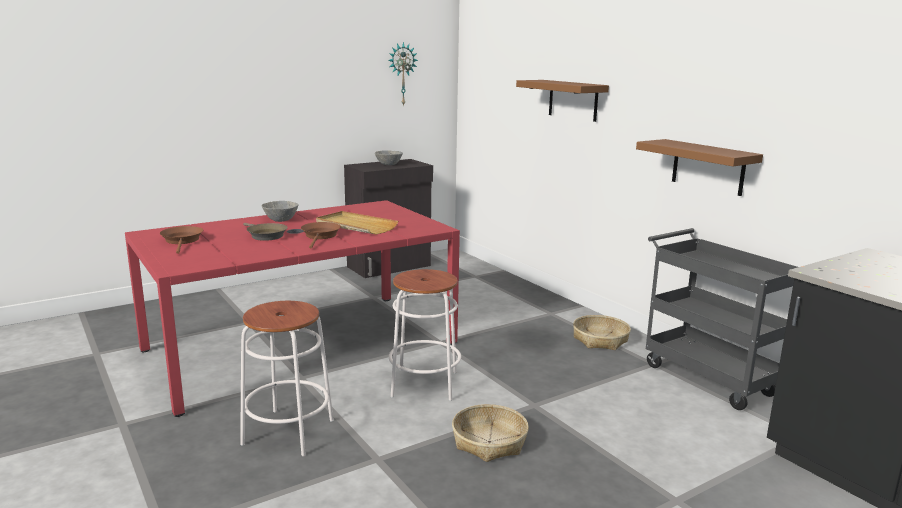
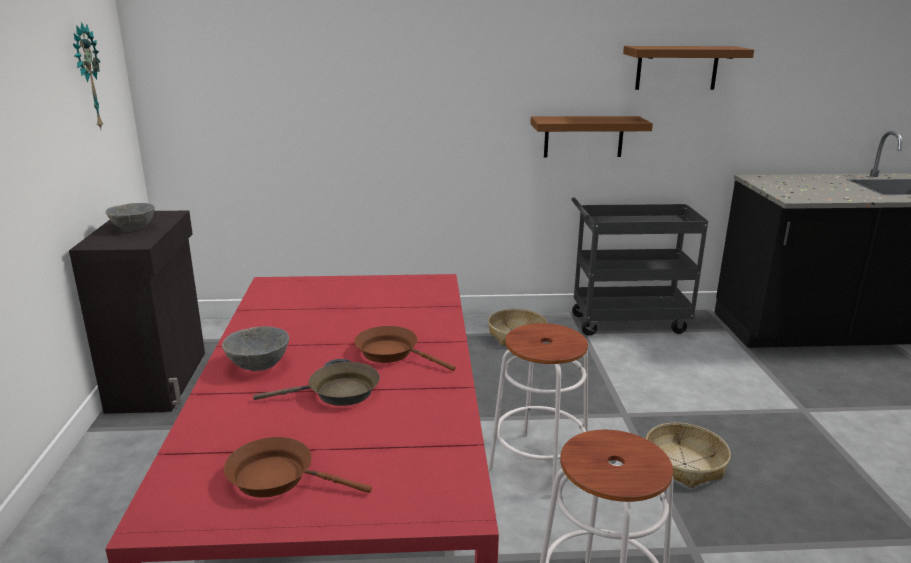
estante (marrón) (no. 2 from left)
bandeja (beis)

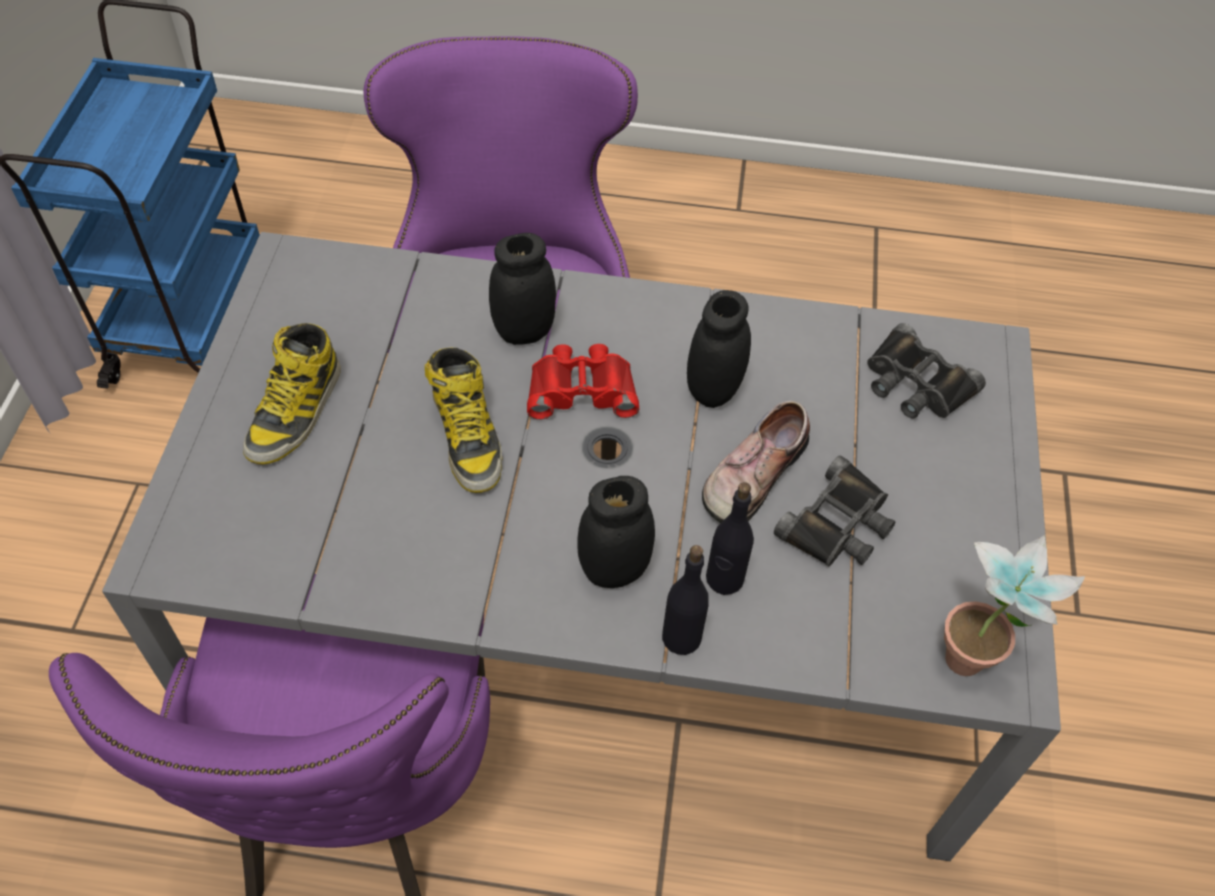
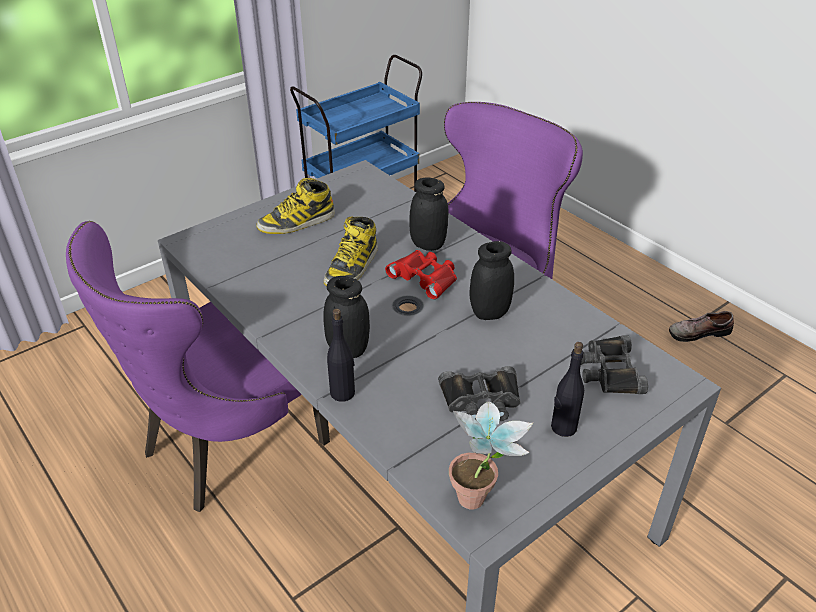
botella (negro) (no. 2 from left)
zapato

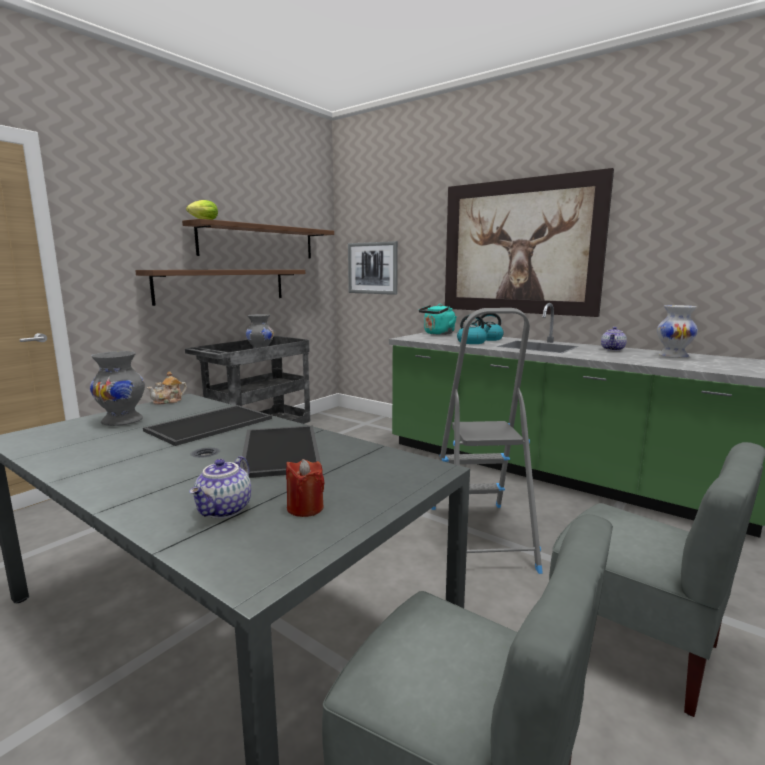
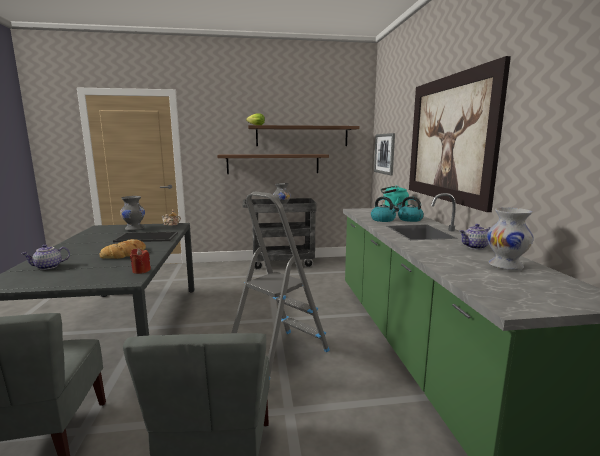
pan
vela (rojo)

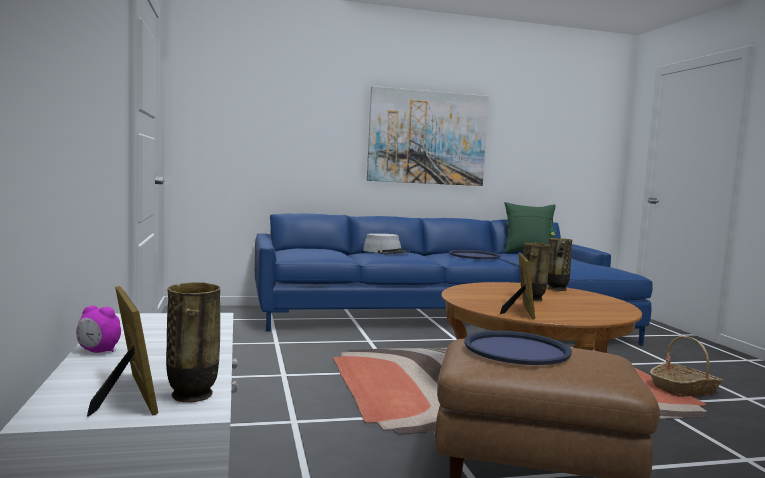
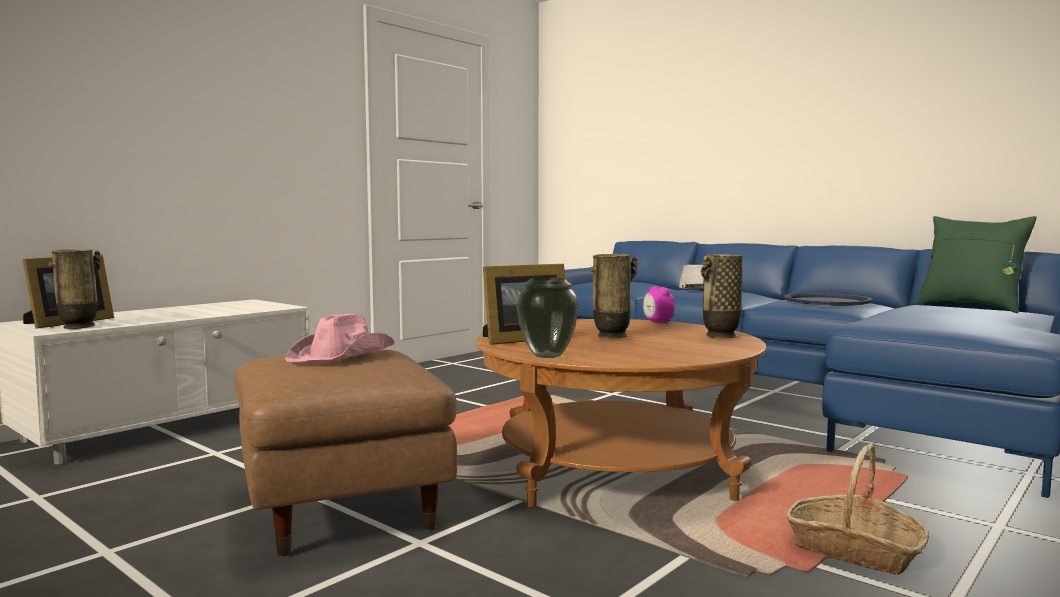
sombrero (rosa)
florero (no. 2 from left)
despertador
cuadro

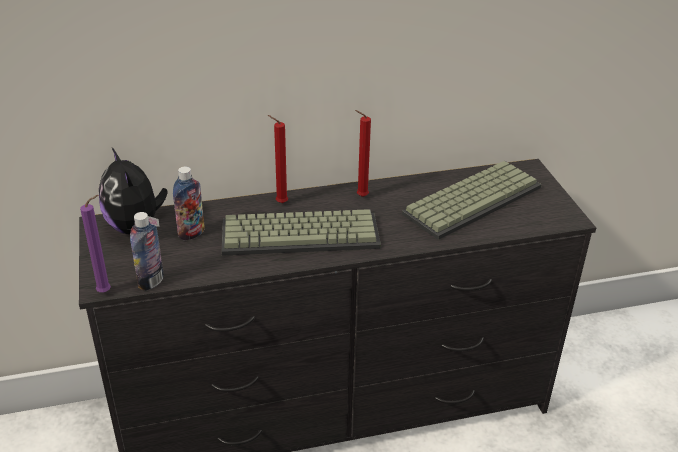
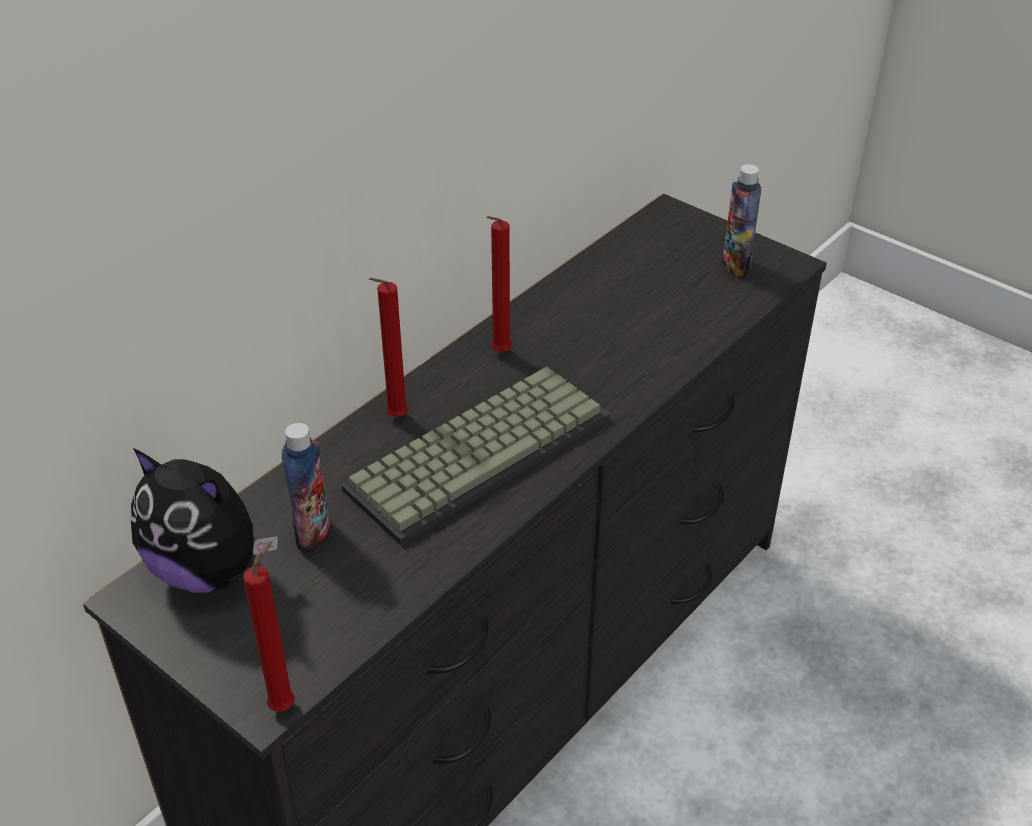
vela (rojo) (no. 1 from left)
botella (no. 2 from left)
teclado (no. 2 from left in the first image)

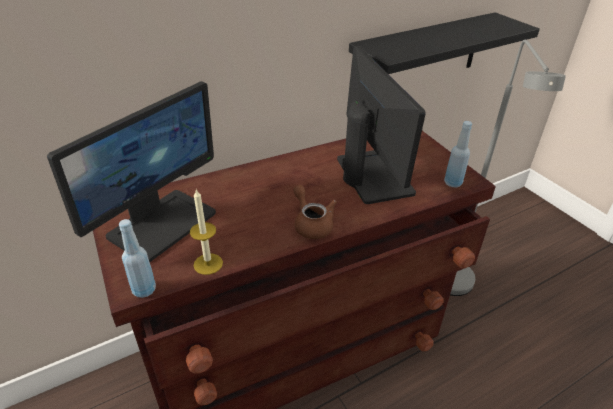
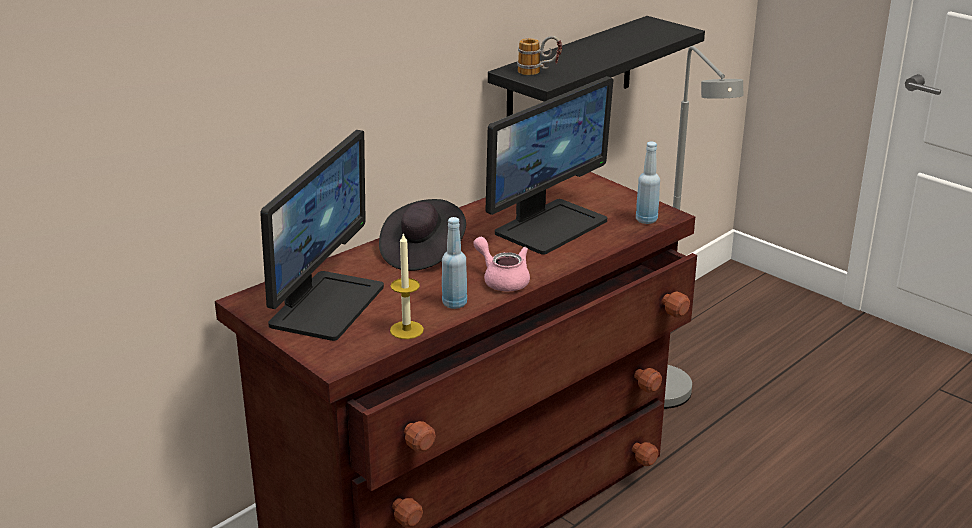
sombrero (negro)
botella (azul) (no. 1 from left)
tetera (rosa)
monitor (no. 2 from left)
taza grande

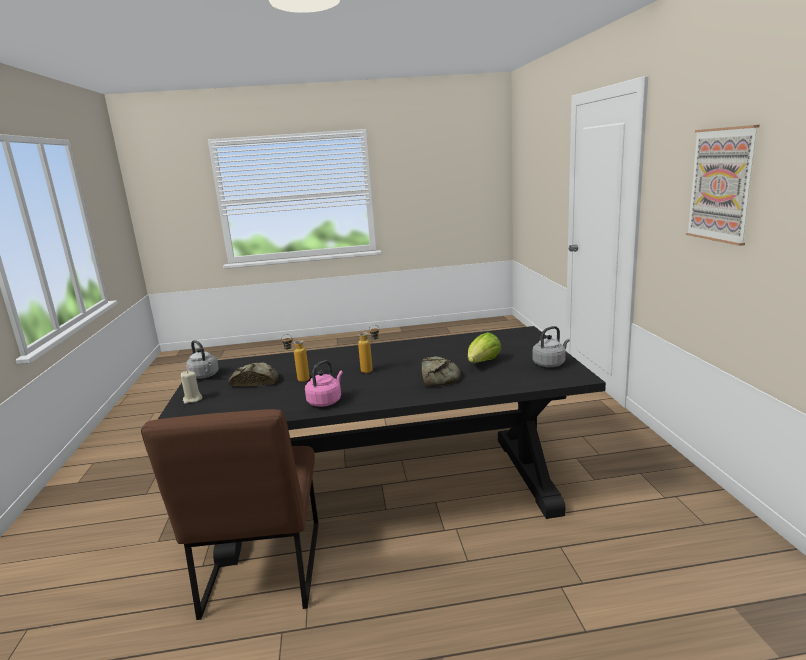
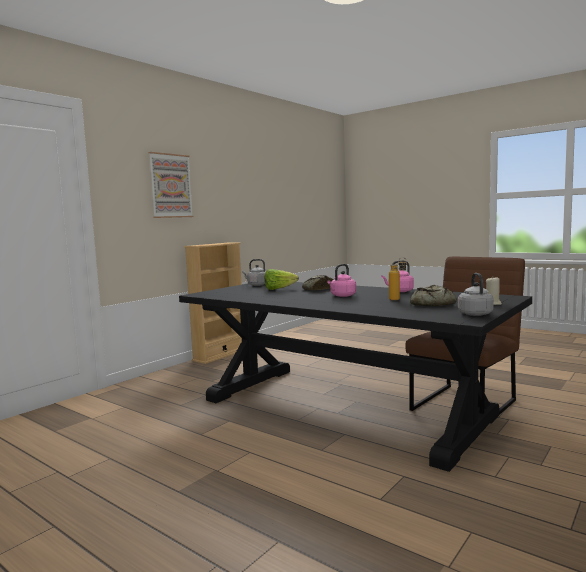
estantería (beis)
hervidor (rosa) (no. 1 from left)

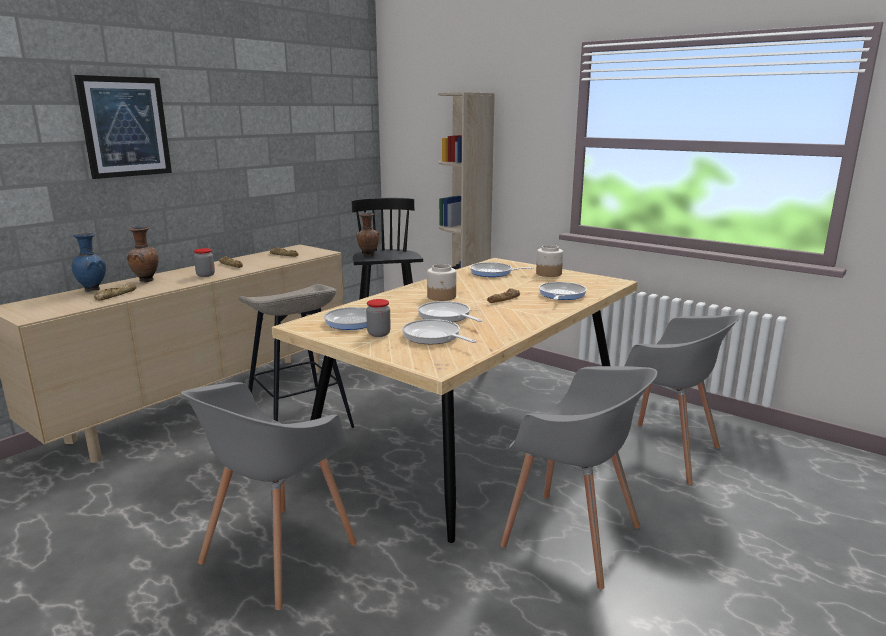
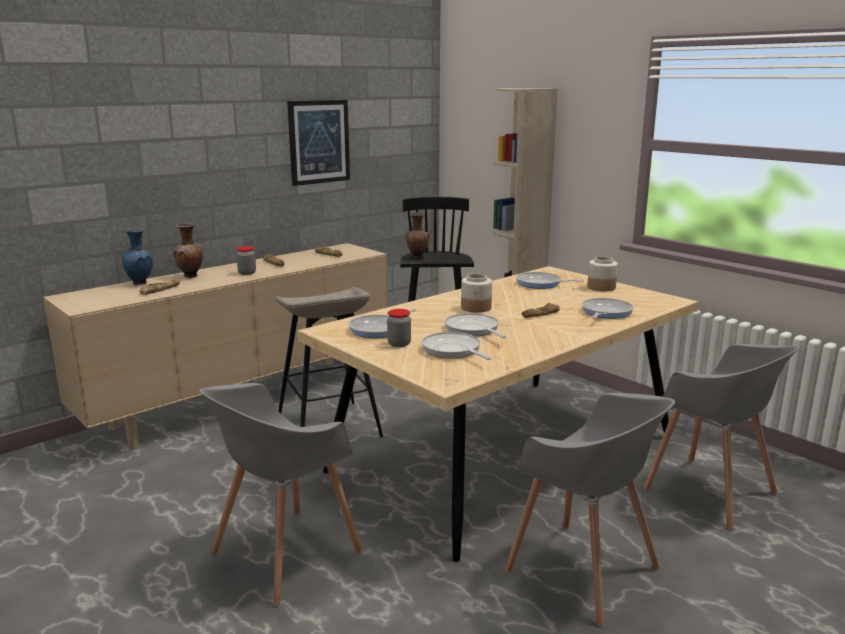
cuadro

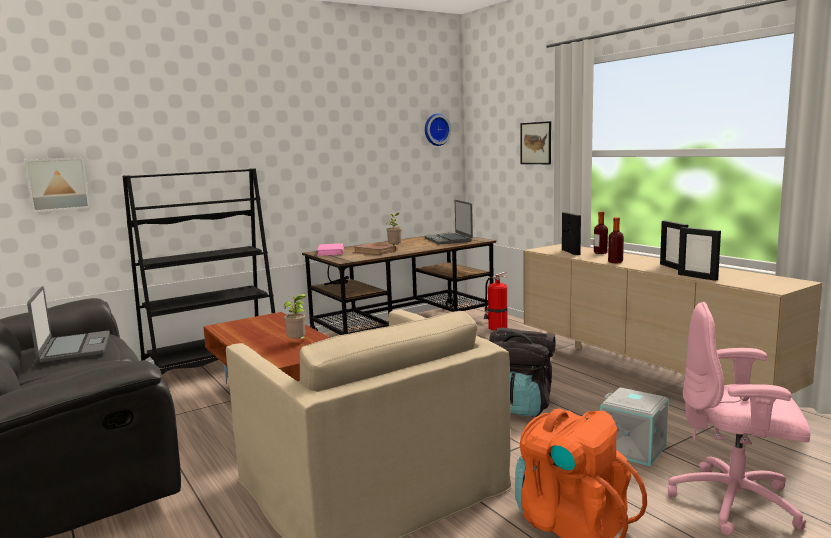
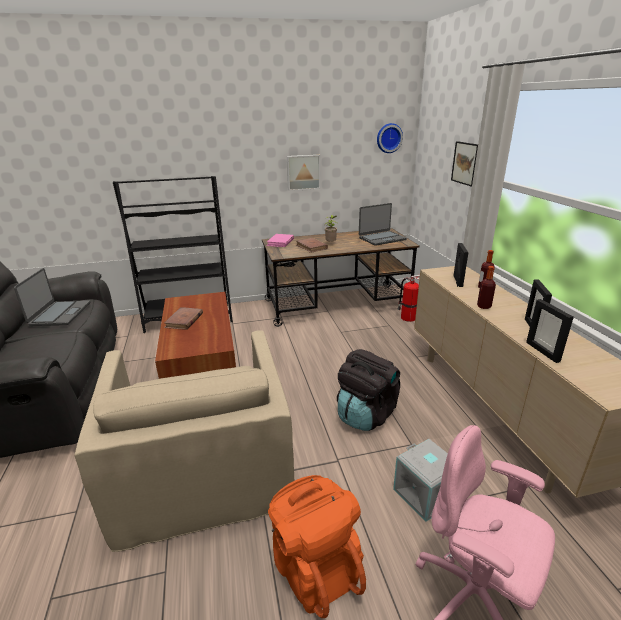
libro (marrón) (no. 1 from left)
cuadro (no. 1 from left)
portátil (no. 2 from left)
planta en maceta (no. 1 from left in the first image)

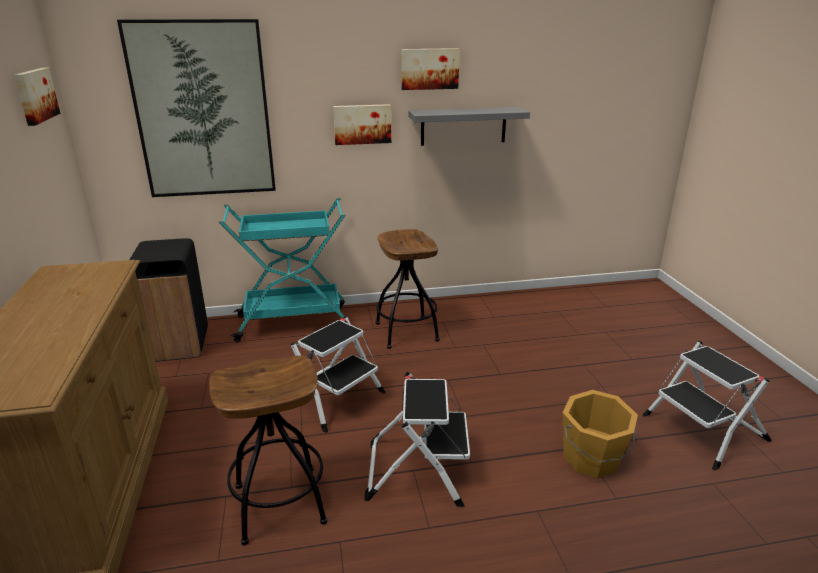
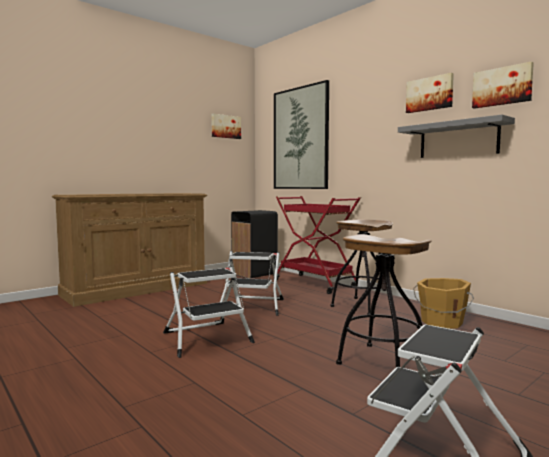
carrito (rojo)
taburete (marrón) (no. 2 from left)
cubo (naranja)
cuadro (no. 4 from left)

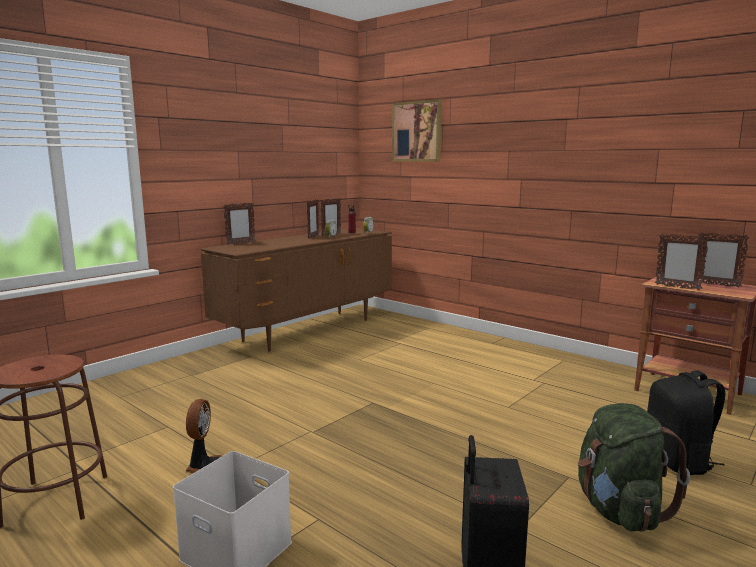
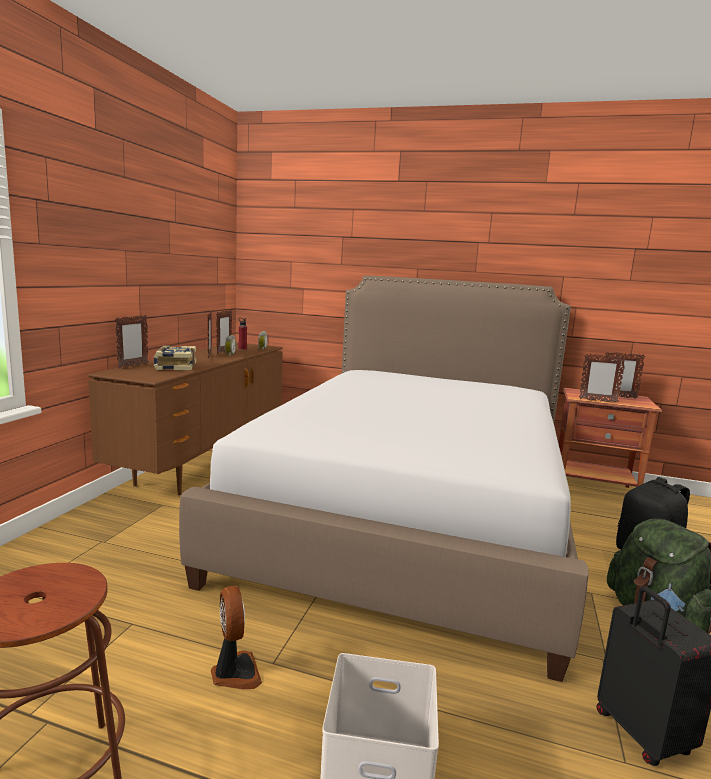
libro
cama
cuadro

